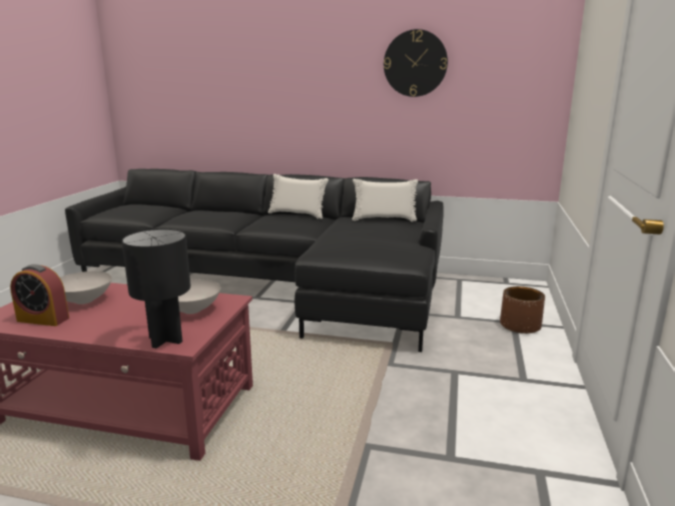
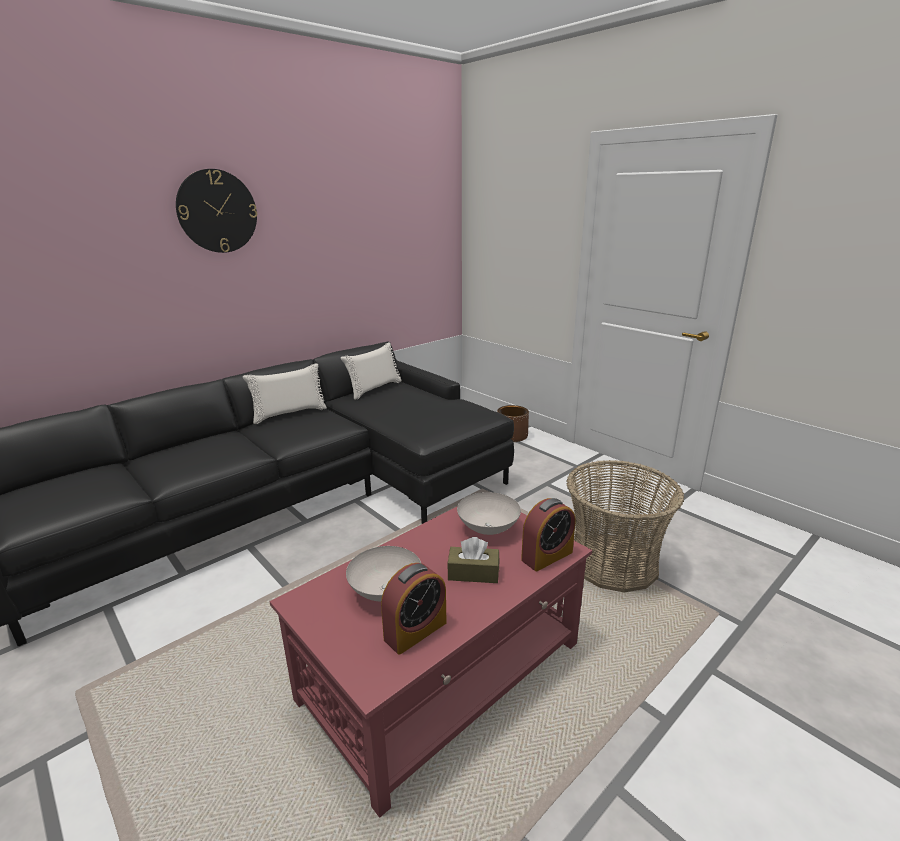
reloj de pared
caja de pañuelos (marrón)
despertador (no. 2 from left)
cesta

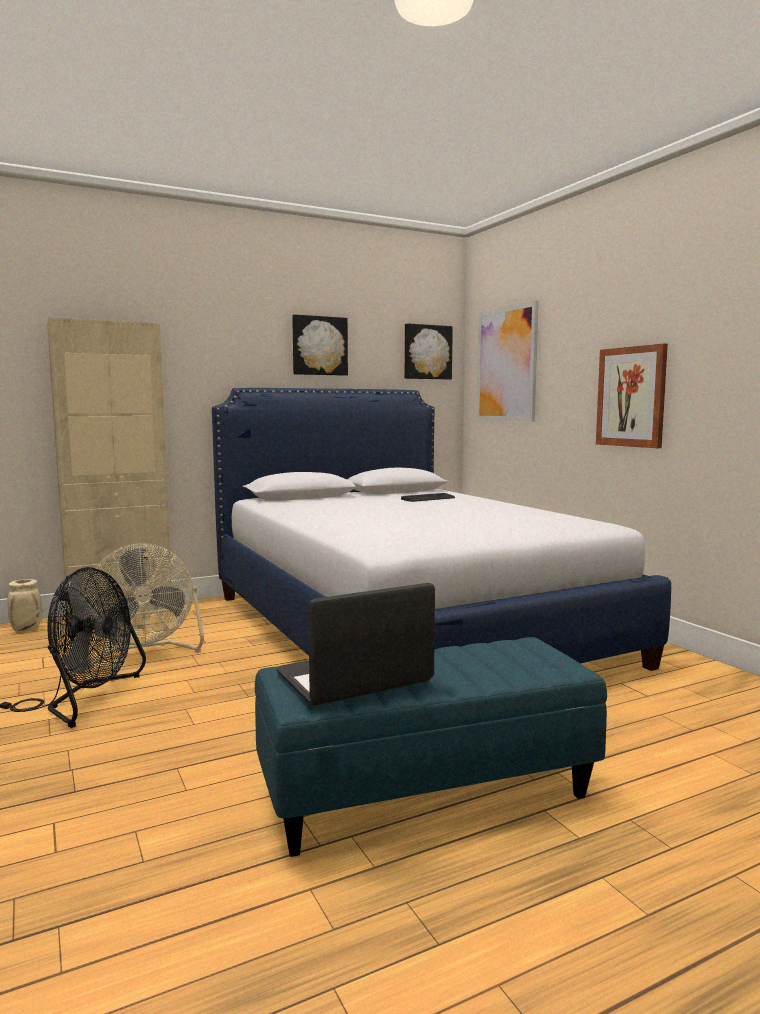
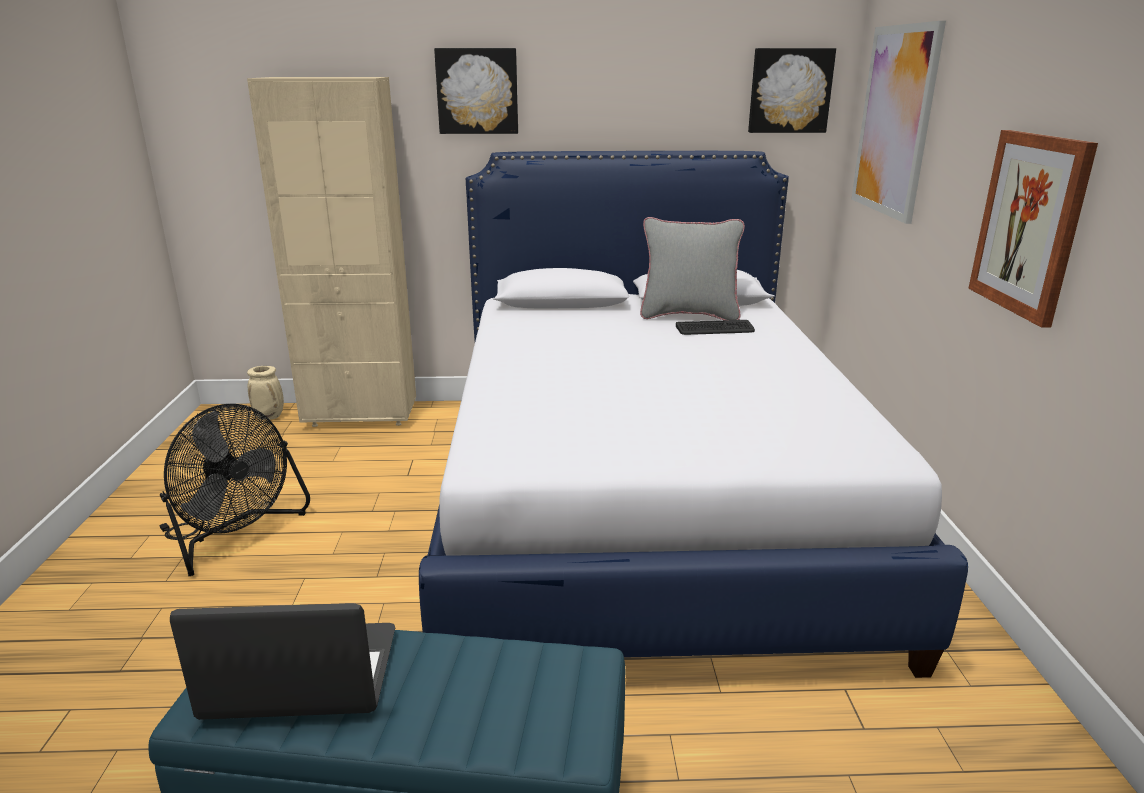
cuadro (no. 1 from left)
cojín (gris)
ventilador (beis)

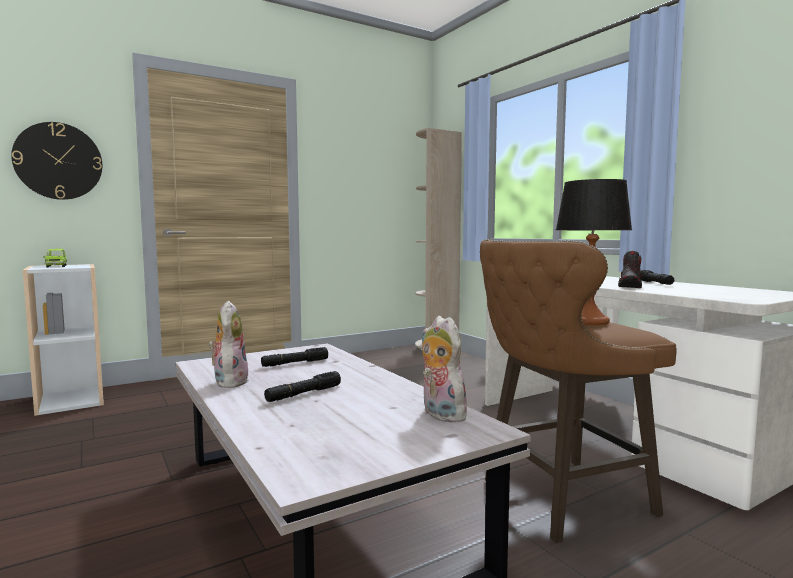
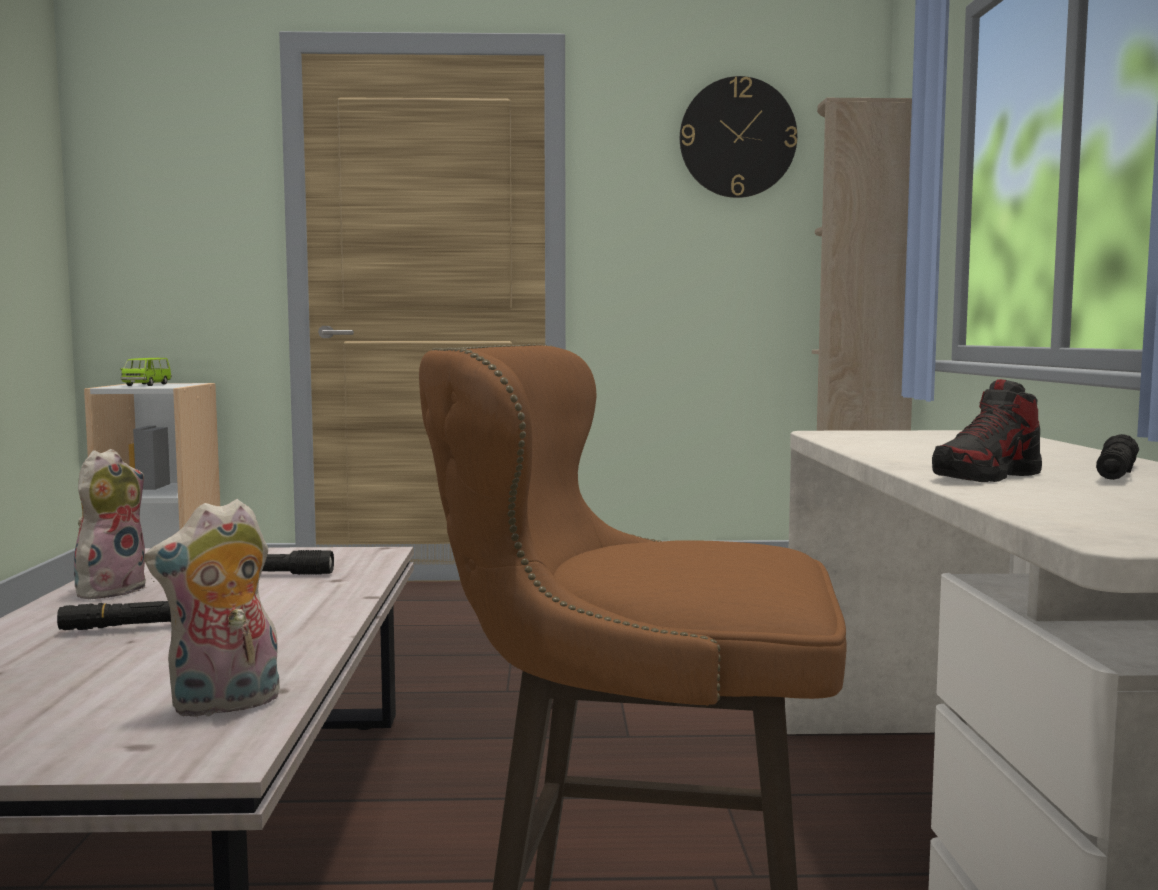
peluche (no. 2 from left)
reloj de pared
lámpara de mesa

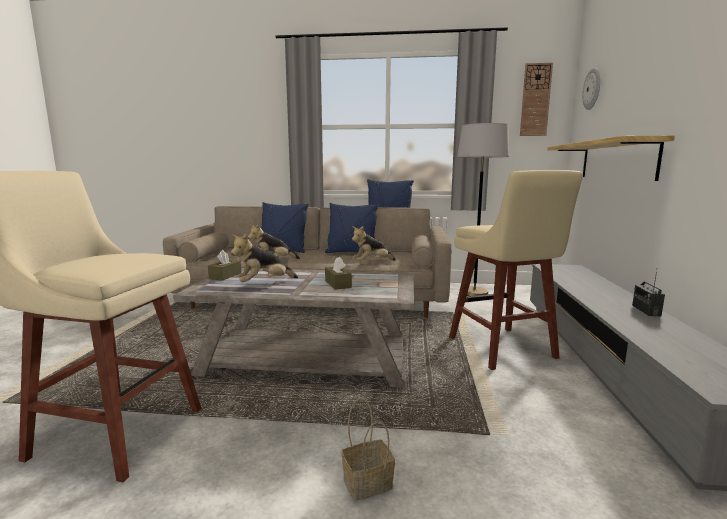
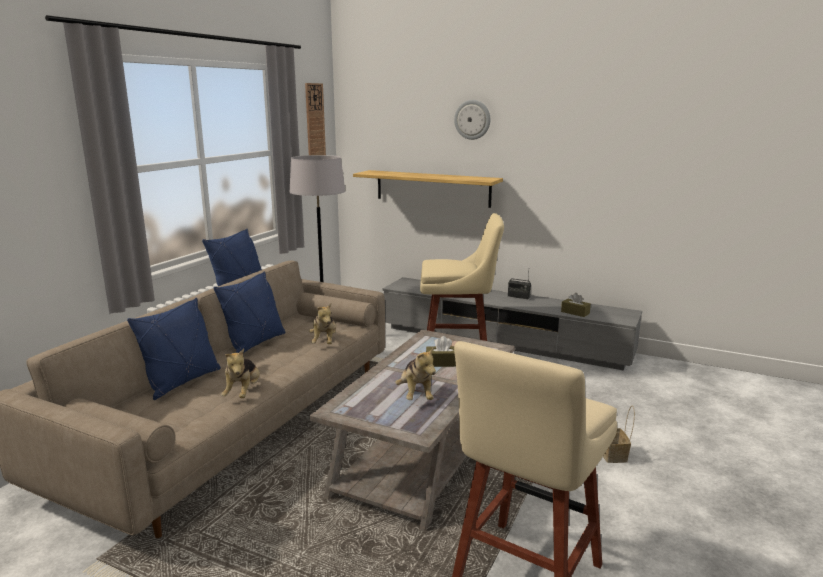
reloj de pared (no. 2 from left)
caja de pañuelos (marrón) (no. 2 from left)

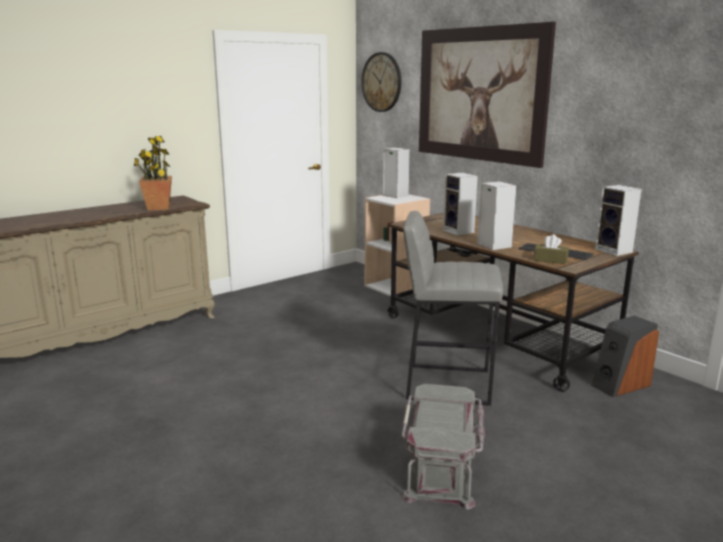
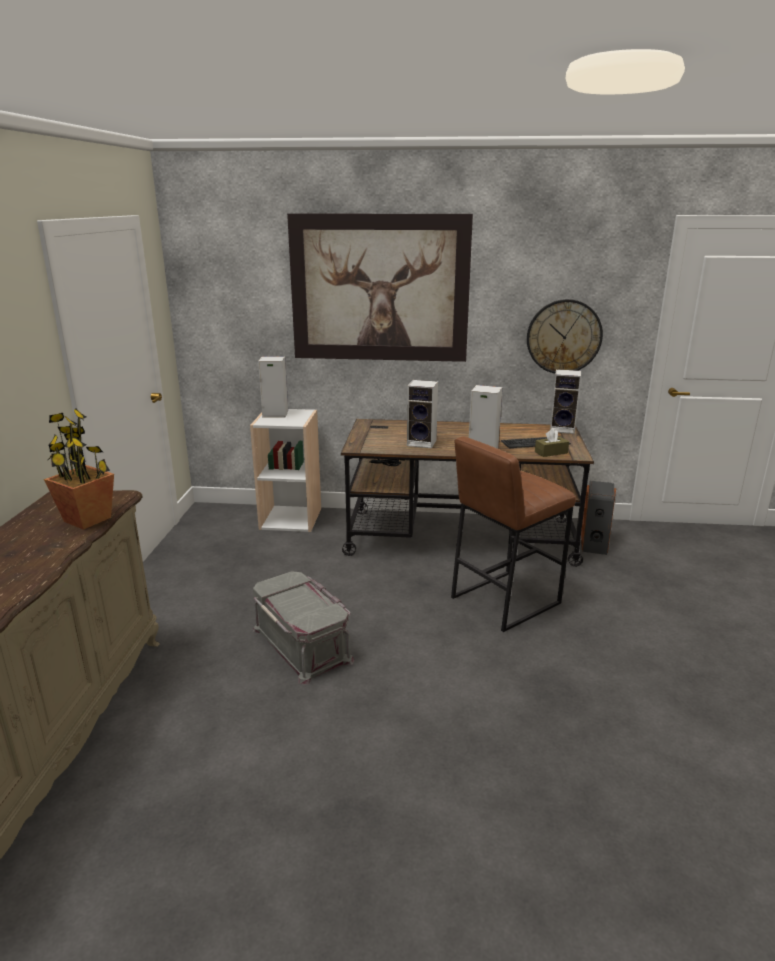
caja de almacenaje (gris)
taburete (marrón)
reloj de pared

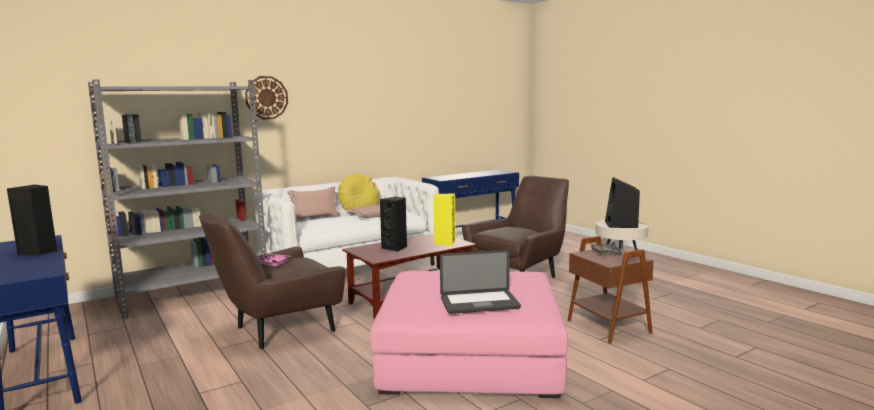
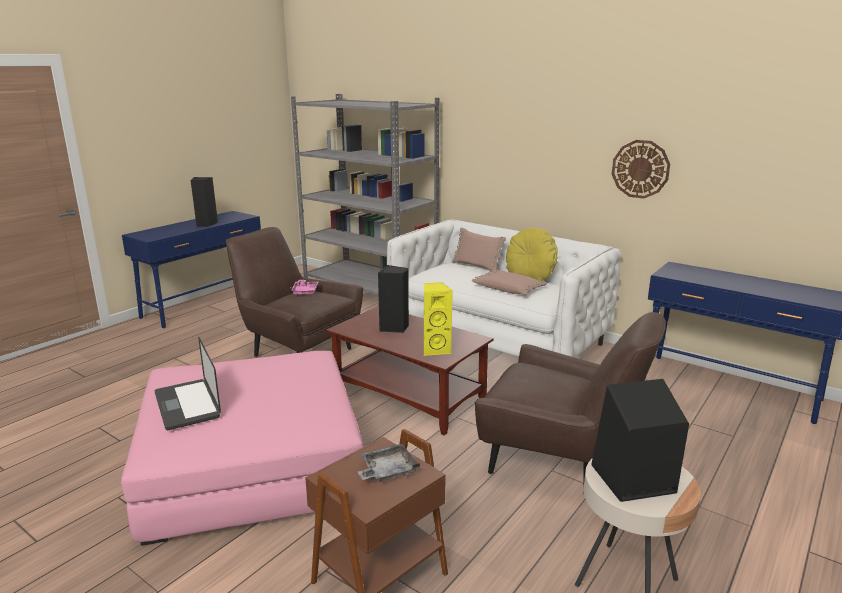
reloj de pared

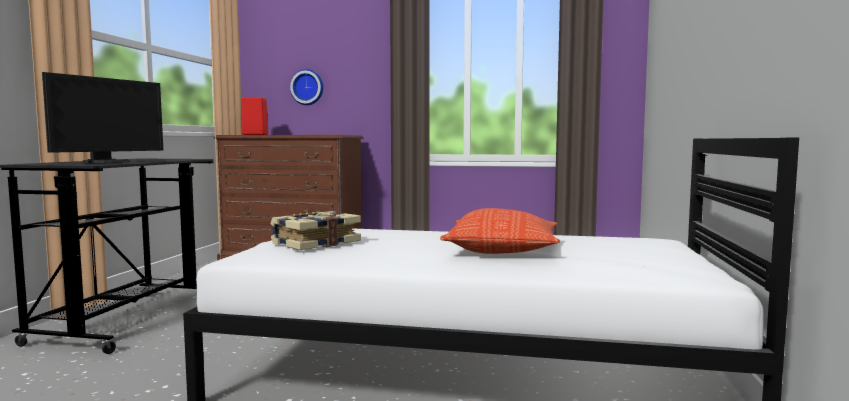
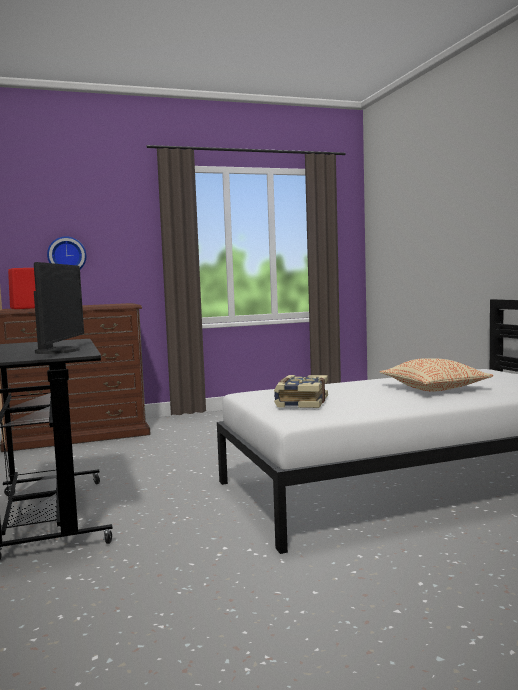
cojín (beis)

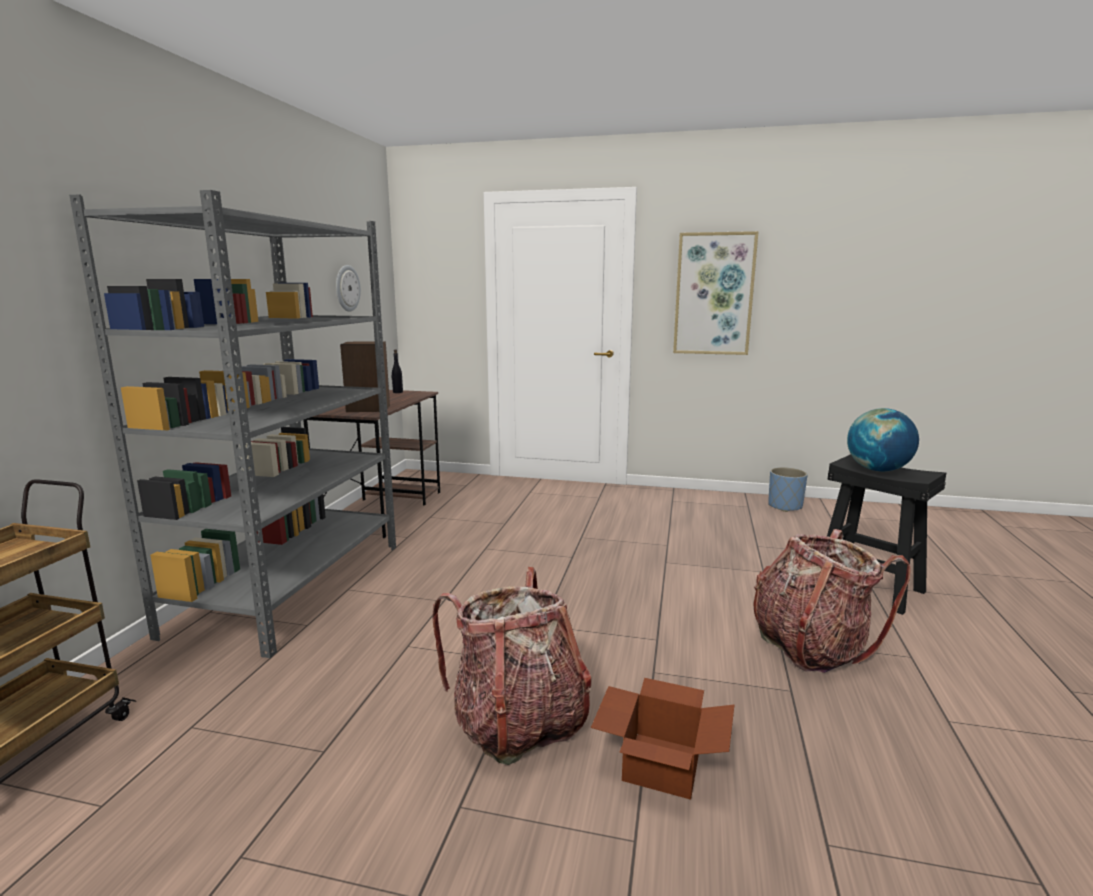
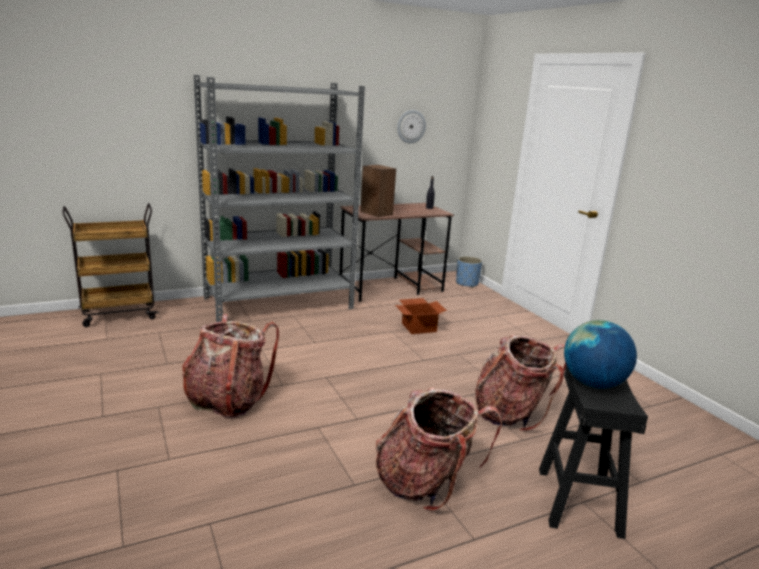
caja de cartón
maceta (azul)
mochila (no. 3 from left)
cuadro

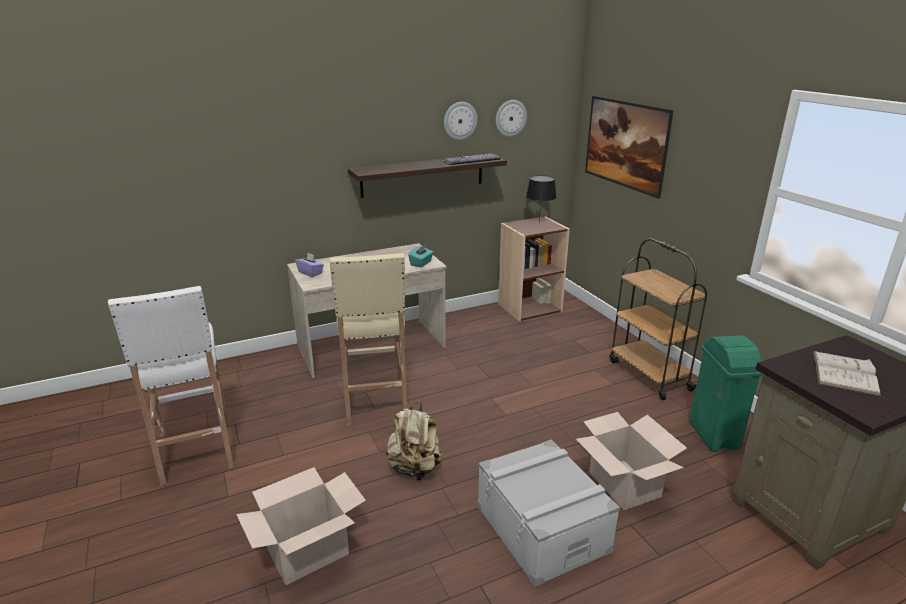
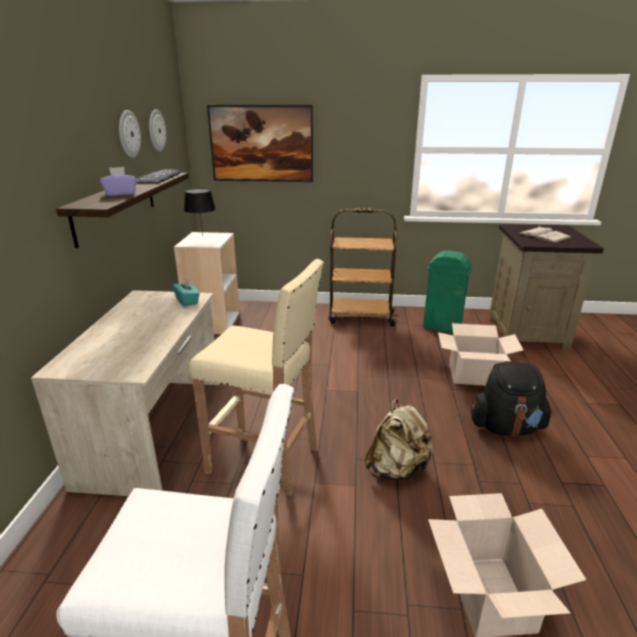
caja de pañuelos (morado)
estantería (blanco)
mochila (negro)

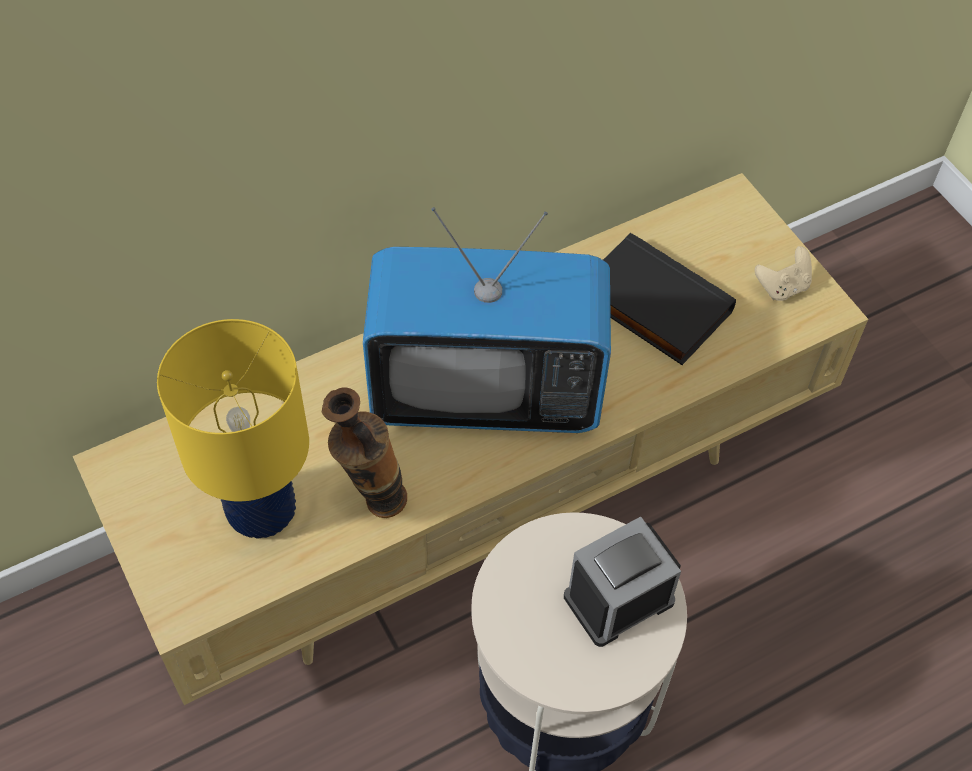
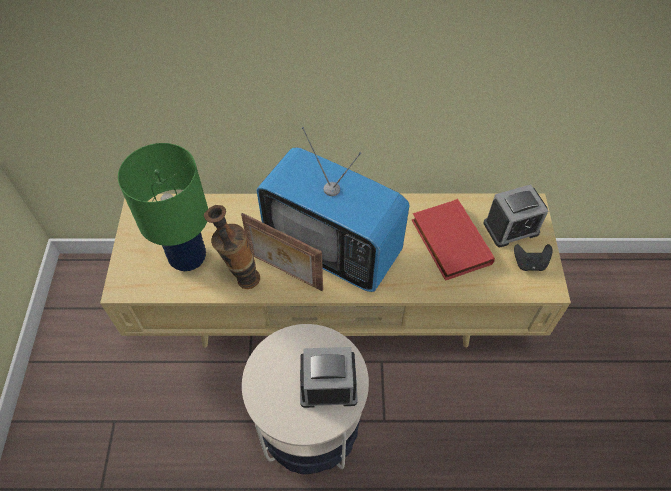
lámpara de mesa (verde)
portarretratos
libro (rojo)
despertador (no. 2 from left)
mando de consola (negro)

